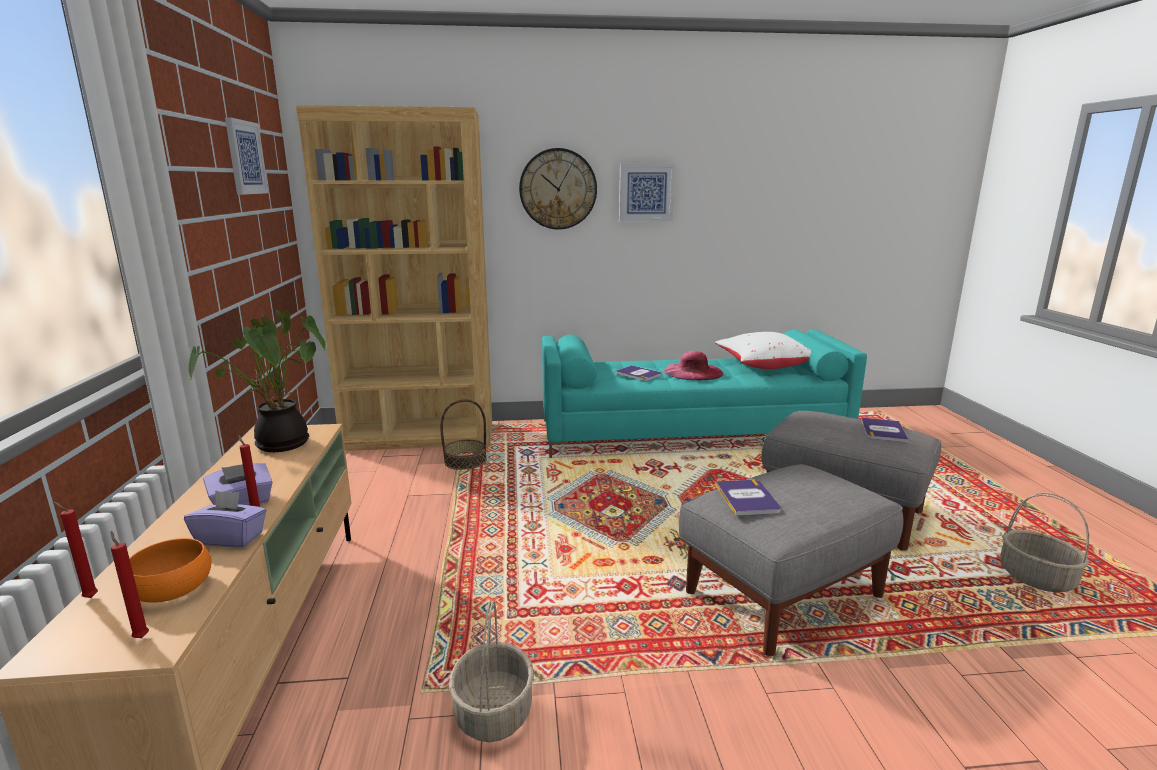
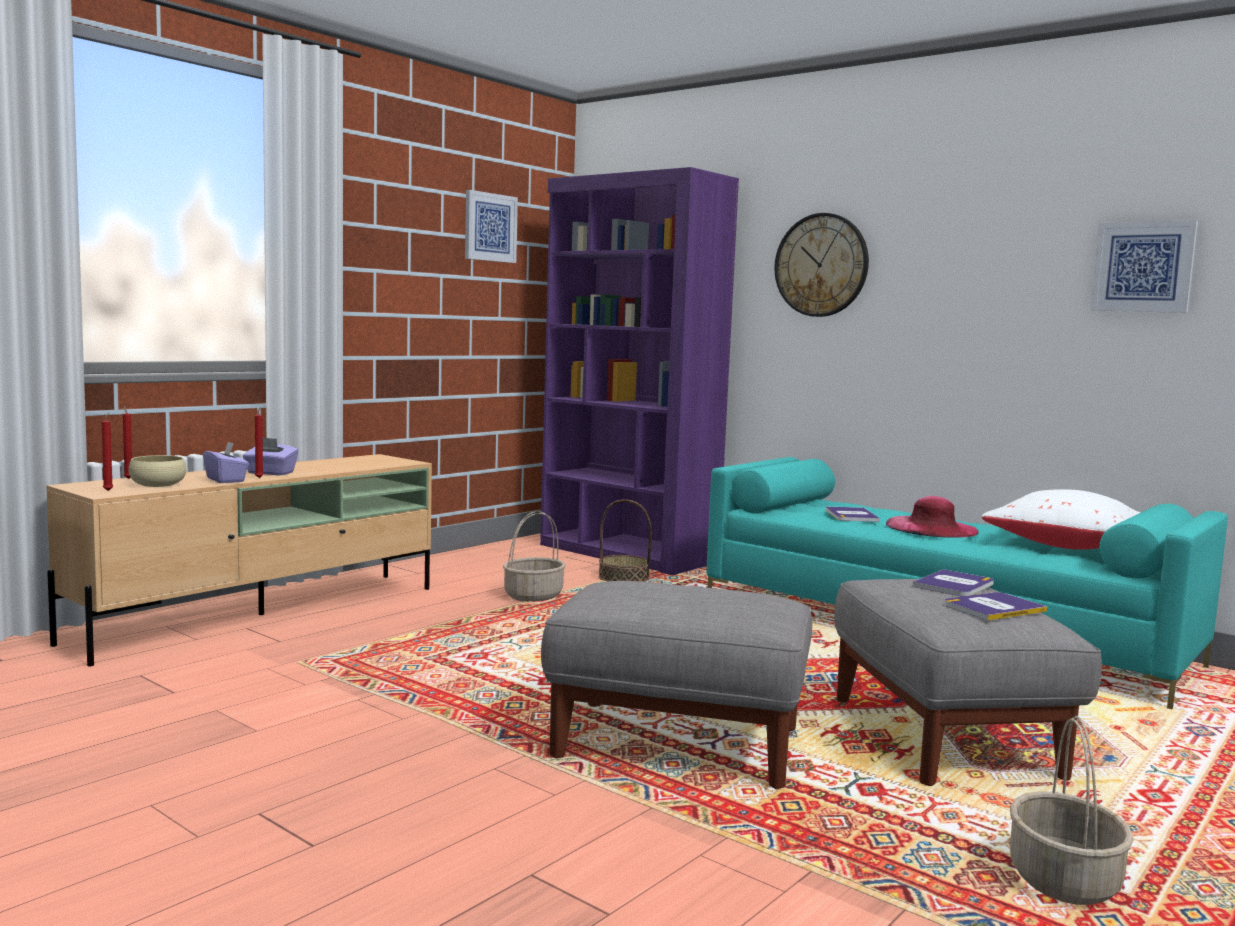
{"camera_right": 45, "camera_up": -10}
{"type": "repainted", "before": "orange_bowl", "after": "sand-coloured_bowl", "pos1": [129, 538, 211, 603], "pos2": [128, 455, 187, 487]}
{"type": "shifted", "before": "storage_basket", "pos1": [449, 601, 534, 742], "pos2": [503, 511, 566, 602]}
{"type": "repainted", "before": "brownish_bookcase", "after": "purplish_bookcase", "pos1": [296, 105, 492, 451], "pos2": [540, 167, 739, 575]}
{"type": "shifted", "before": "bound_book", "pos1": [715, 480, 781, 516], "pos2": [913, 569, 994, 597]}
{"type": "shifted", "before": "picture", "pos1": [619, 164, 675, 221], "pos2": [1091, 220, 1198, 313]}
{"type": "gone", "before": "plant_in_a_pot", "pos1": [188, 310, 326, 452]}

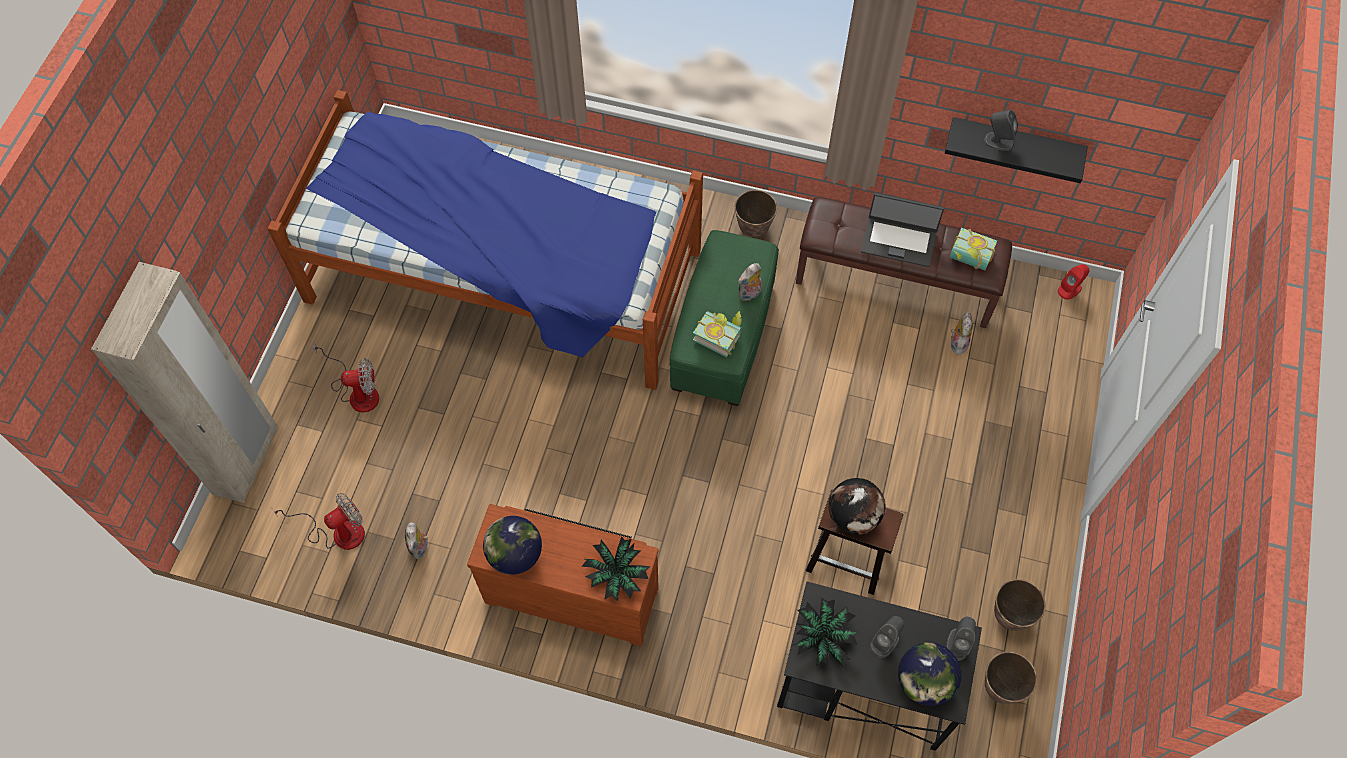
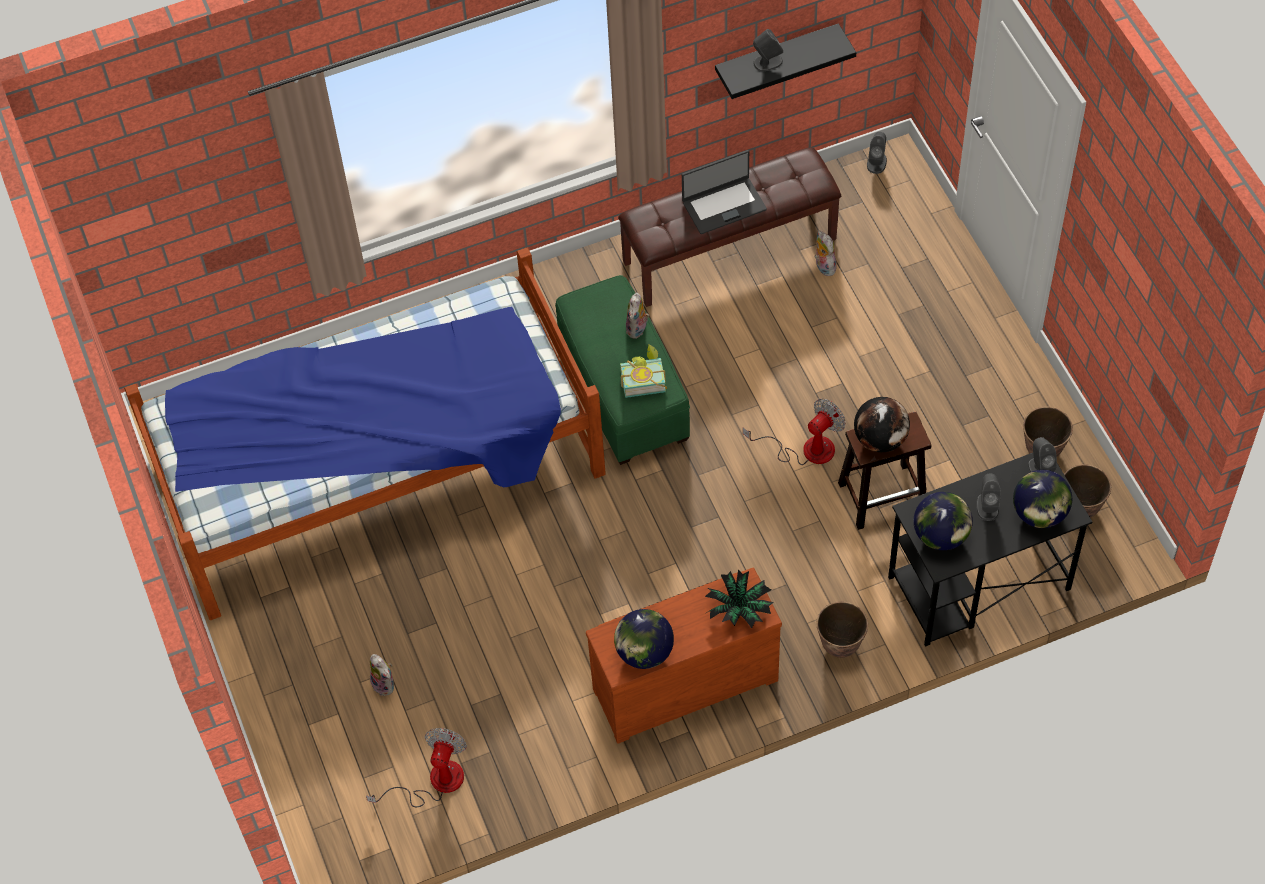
{"camera_right": -35, "camera_up": -5}
{"type": "shifted", "before": "plush_toy", "pos1": [405, 522, 428, 559], "pos2": [370, 654, 394, 696]}
{"type": "shifted", "before": "electric_fan", "pos1": [313, 342, 379, 413], "pos2": [743, 399, 846, 465]}
{"type": "shifted", "before": "plant_pot", "pos1": [735, 190, 777, 237], "pos2": [817, 601, 868, 658]}
{"type": "repainted", "before": "red-coloured_audio_speaker", "after": "grey_audio_speaker", "pos1": [1058, 264, 1089, 300], "pos2": [867, 132, 887, 174]}
{"type": "swapped", "before": "plant_in_a_pot", "after": "world_globe", "pos1": [792, 598, 860, 667], "pos2": [913, 492, 973, 550]}
{"type": "gone", "before": "sand-coloured_clothes_cupboard", "pos1": [91, 262, 278, 503]}
{"type": "gone", "before": "bound_book", "pos1": [949, 228, 997, 271]}

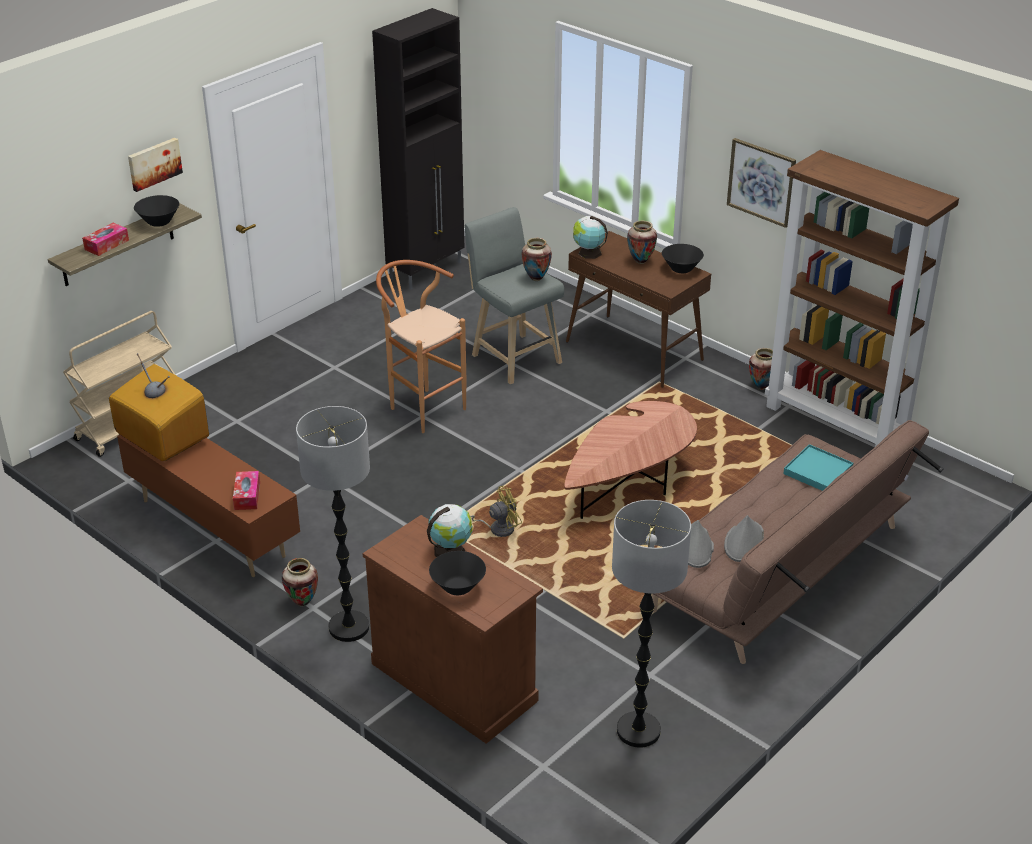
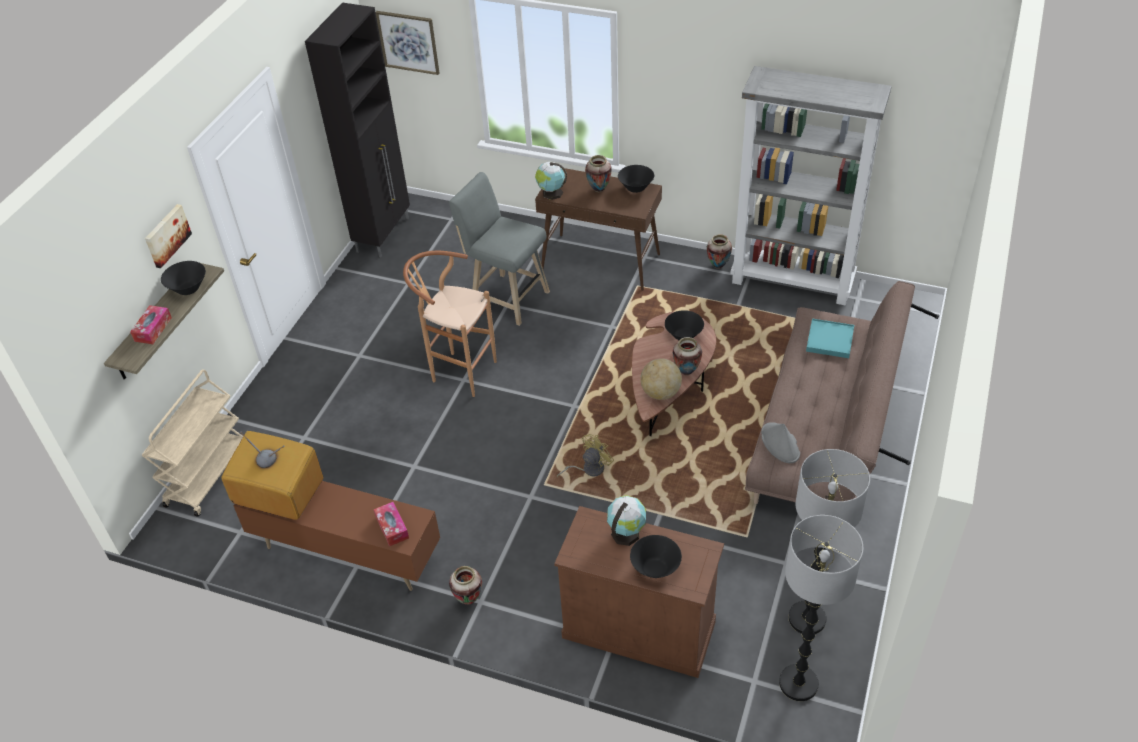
{"camera_right": -20, "camera_up": 10}
{"type": "shifted", "before": "picture", "pos1": [727, 138, 796, 228], "pos2": [376, 11, 439, 75]}
{"type": "new", "after": "world_globe", "pos2": [640, 358, 682, 400]}
{"type": "new", "after": "black-coloured_bowl", "pos2": [665, 310, 704, 340]}
{"type": "shifted", "before": "decorative_vase", "pos1": [521, 238, 552, 281], "pos2": [673, 337, 702, 375]}
{"type": "repainted", "before": "brownish_bookcase", "after": "grey_bookcase", "pos1": [765, 150, 959, 447], "pos2": [730, 66, 892, 305]}
{"type": "shifted", "before": "floor_lamp", "pos1": [296, 406, 370, 642], "pos2": [779, 515, 864, 701]}
{"type": "gone", "before": "grey_hat", "pos1": [724, 515, 764, 562]}

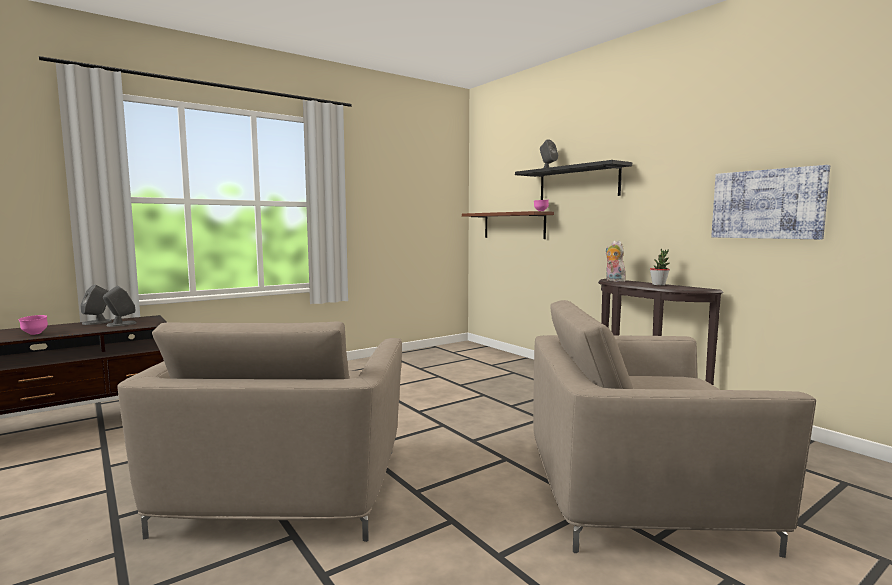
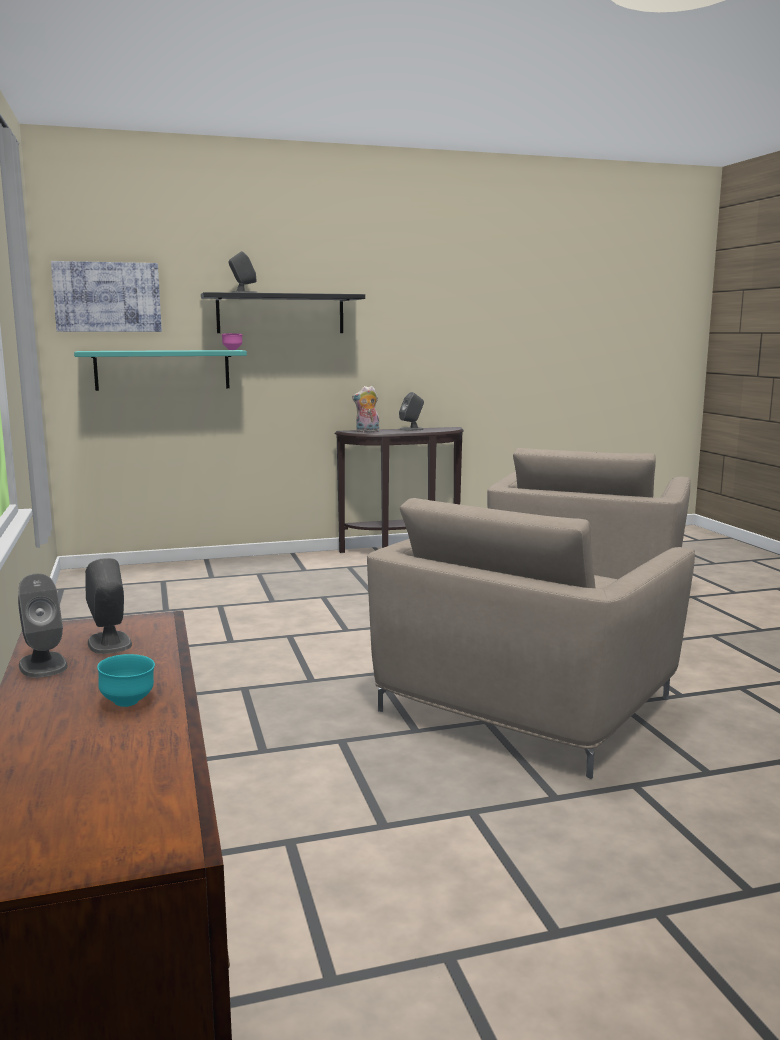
{"camera_right": -70, "camera_up": 5}
{"type": "shifted", "before": "picture", "pos1": [711, 165, 830, 239], "pos2": [51, 261, 162, 332]}
{"type": "repainted", "before": "brownish_shelf", "after": "turquoise-coloured_shelf", "pos1": [462, 211, 554, 239], "pos2": [74, 350, 247, 391]}
{"type": "repainted", "before": "pinkish_bowl", "after": "turquoise-coloured_bowl", "pos1": [19, 315, 48, 335], "pos2": [97, 654, 155, 707]}
{"type": "rotated", "before": "sand-coloured_armchair", "pos1": [117, 322, 402, 542], "pos2": [367, 498, 695, 779], "turn": 105}
{"type": "swapped", "before": "plant_in_a_pot", "after": "grey_audio_speaker", "pos1": [650, 249, 670, 285], "pos2": [399, 392, 424, 431]}

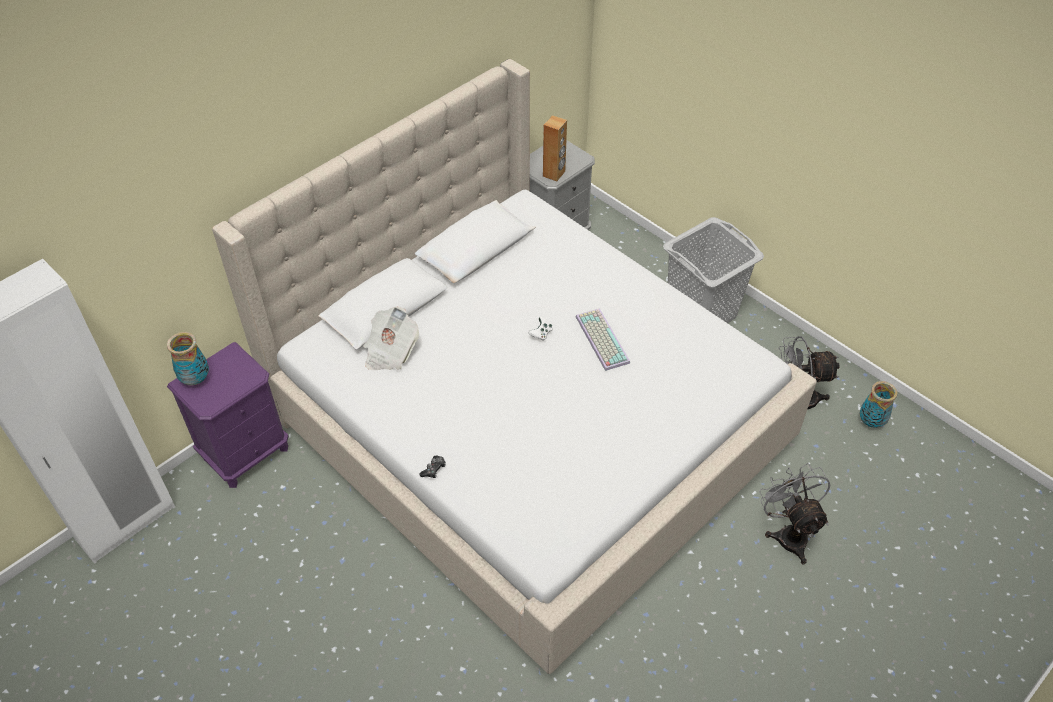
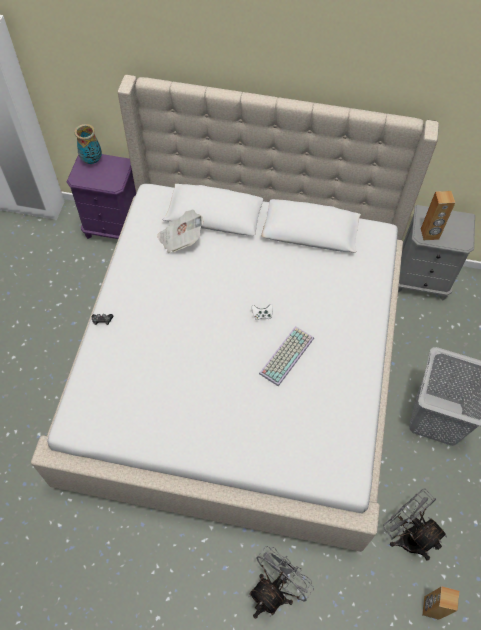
{"camera_right": 55, "camera_up": 10}
{"type": "swapped", "before": "decorative_vase", "after": "brownish_audio_speaker", "pos1": [860, 381, 898, 428], "pos2": [422, 586, 459, 620]}

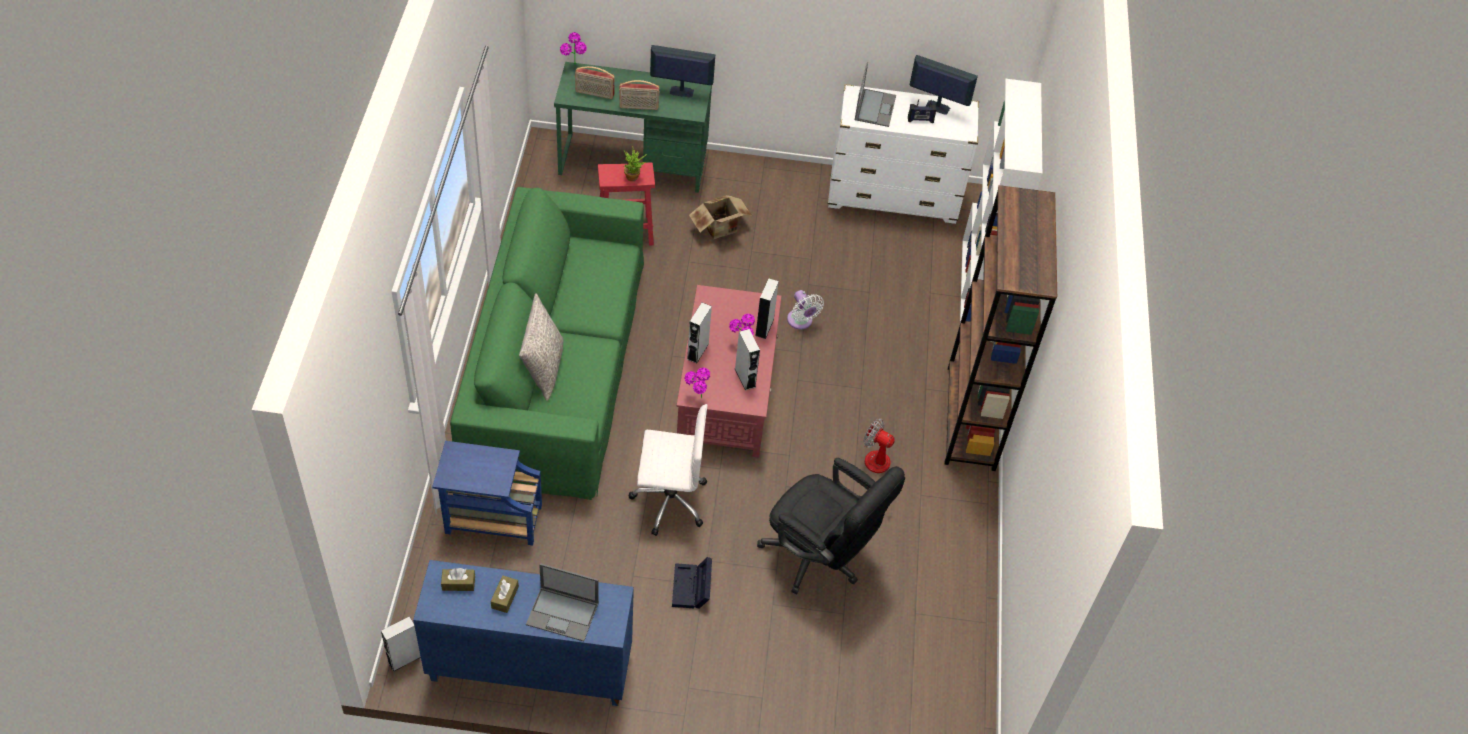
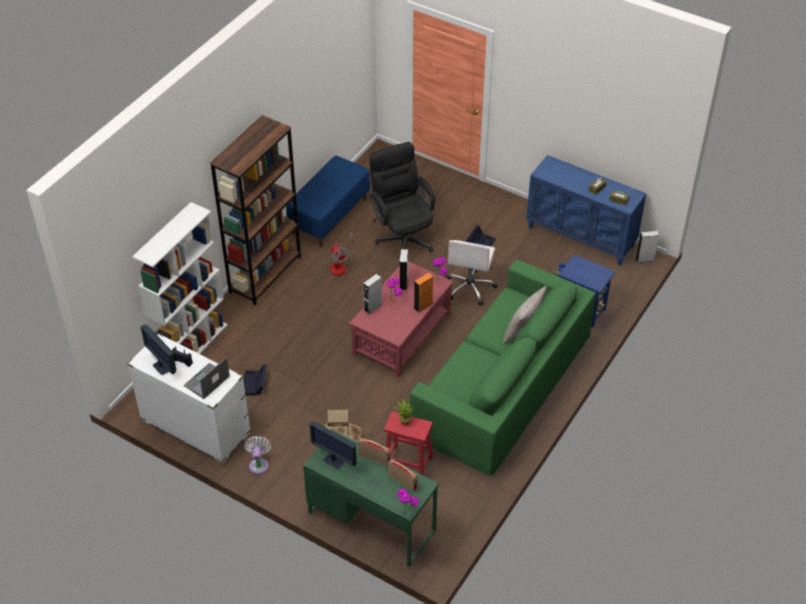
{"camera_right": -150, "camera_up": -5}
{"type": "new", "after": "black-coloured_storage_box", "pos2": [243, 364, 267, 396]}
{"type": "shifted", "before": "whitish_electric_fan", "pos1": [787, 290, 824, 329], "pos2": [244, 436, 271, 474]}
{"type": "new", "after": "bluish_long_seat", "pos2": [286, 156, 370, 247]}
{"type": "repainted", "before": "grey_audio_speaker", "after": "orange_audio_speaker", "pos1": [687, 302, 712, 363], "pos2": [414, 273, 433, 313]}
{"type": "rotated", "before": "whitish_office_chair", "pos1": [629, 404, 707, 536], "pos2": [445, 240, 497, 305], "turn": -105}
{"type": "gone", "before": "notebook_computer", "pos1": [526, 563, 599, 641]}

